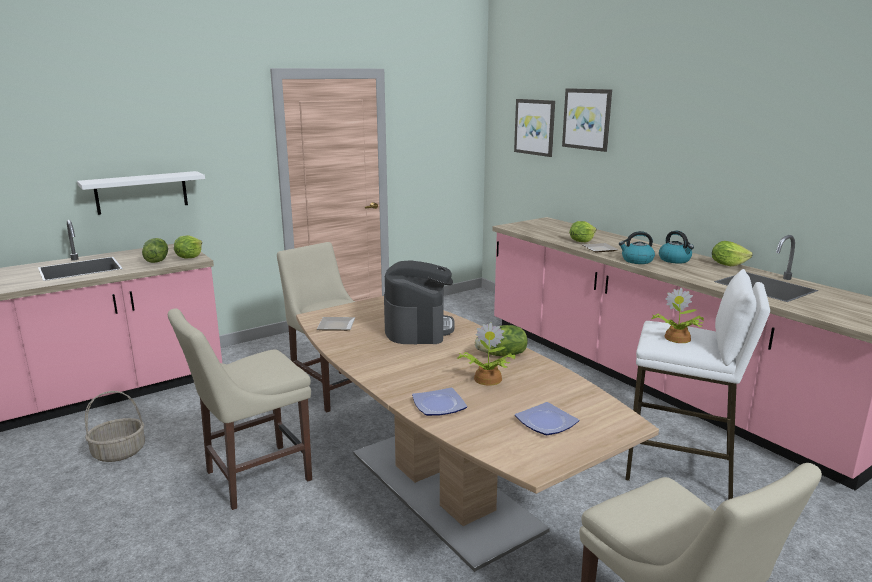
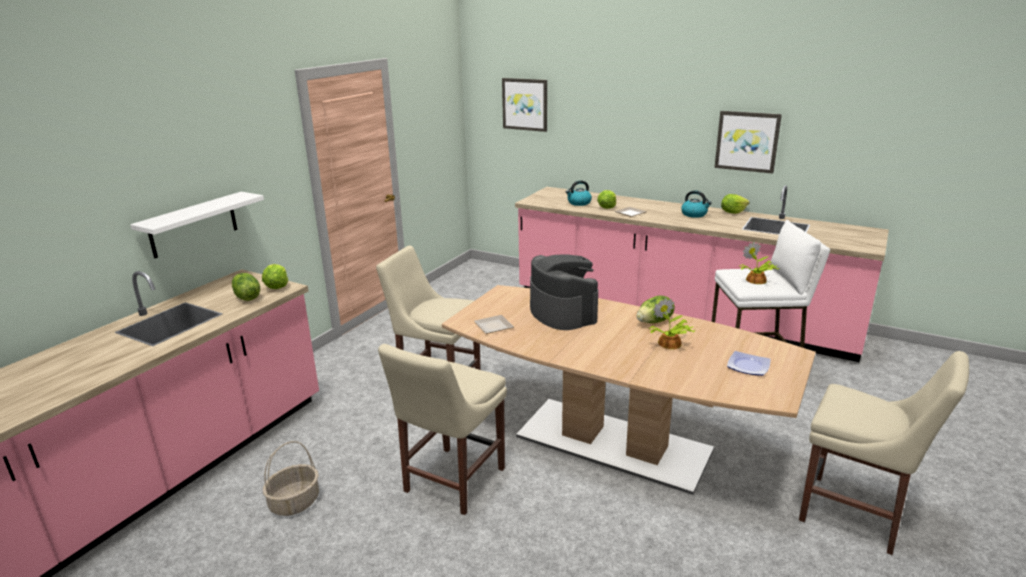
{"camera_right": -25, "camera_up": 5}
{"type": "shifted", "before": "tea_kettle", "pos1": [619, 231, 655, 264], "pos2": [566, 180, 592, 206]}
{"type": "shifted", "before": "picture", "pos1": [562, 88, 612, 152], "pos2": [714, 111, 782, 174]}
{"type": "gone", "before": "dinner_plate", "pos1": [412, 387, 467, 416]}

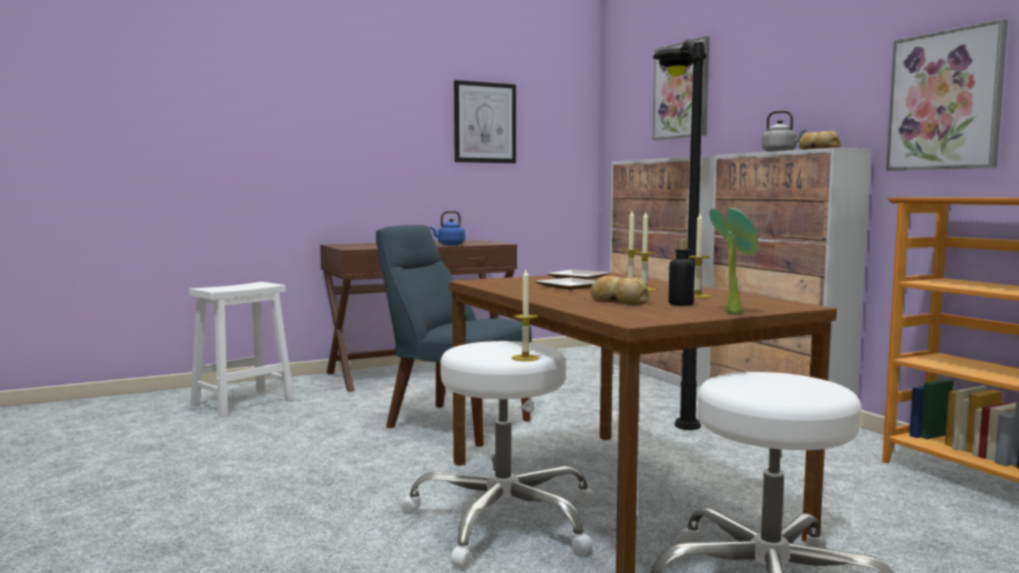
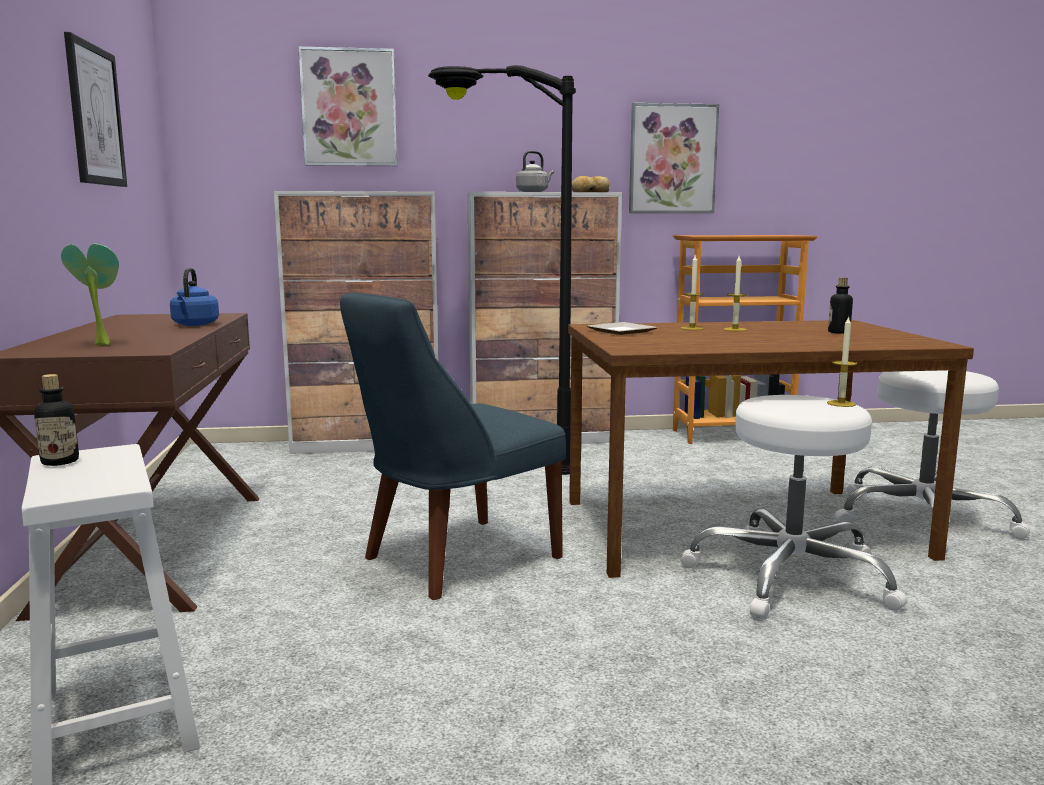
{"camera_right": -70, "camera_up": 5}
{"type": "new", "after": "beverage_bottle", "pos2": [34, 374, 79, 466]}
{"type": "shifted", "before": "plant_in_a_pot", "pos1": [709, 208, 759, 313], "pos2": [61, 244, 119, 345]}
{"type": "gone", "before": "dinner_plate", "pos1": [535, 278, 596, 290]}
{"type": "gone", "before": "bakery_bread", "pos1": [591, 276, 651, 305]}
{"type": "gone", "before": "wax_light", "pos1": [689, 213, 711, 298]}

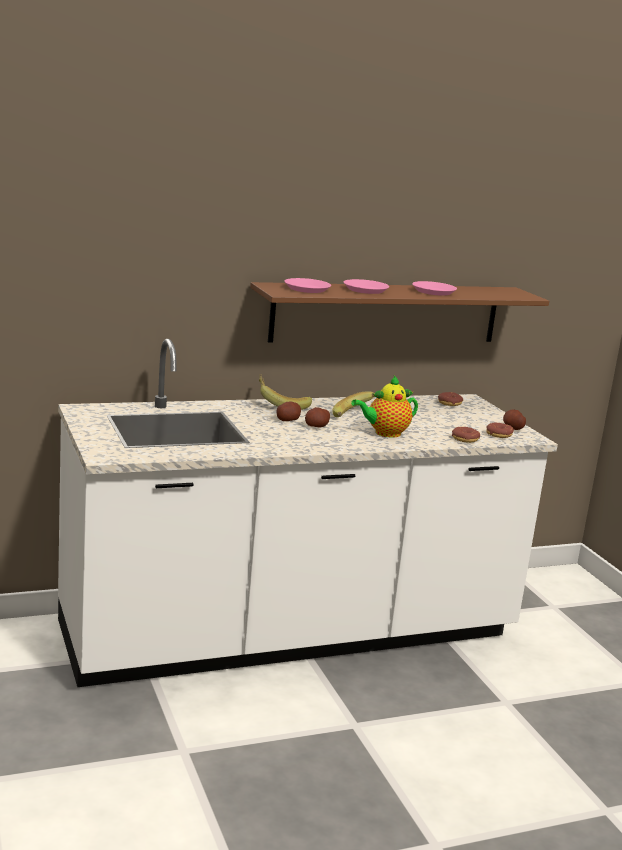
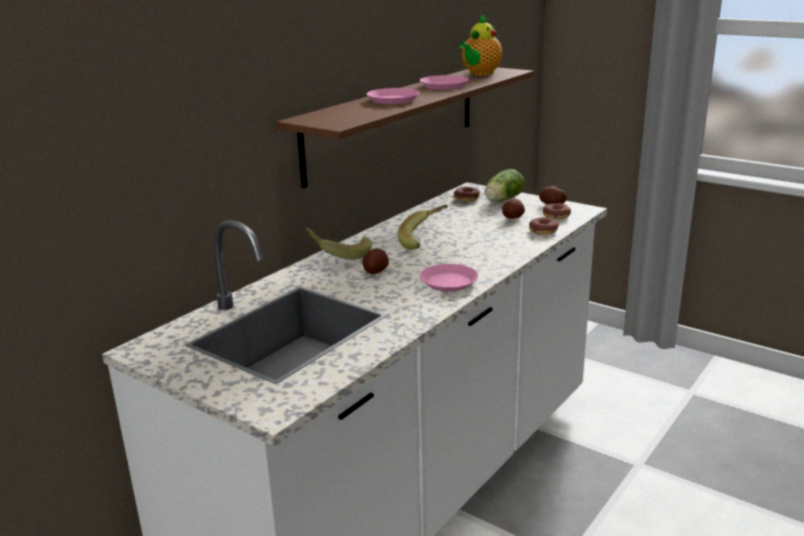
{"camera_right": -30, "camera_up": 5}
{"type": "shifted", "before": "pinkish_dinner_plate", "pos1": [284, 278, 331, 293], "pos2": [420, 264, 478, 292]}
{"type": "shifted", "before": "tea_pot", "pos1": [351, 375, 418, 437], "pos2": [459, 14, 502, 75]}
{"type": "new", "after": "head_of_lettuce", "pos2": [485, 169, 524, 202]}
{"type": "shifted", "before": "potato", "pos1": [305, 407, 330, 427], "pos2": [502, 198, 525, 219]}

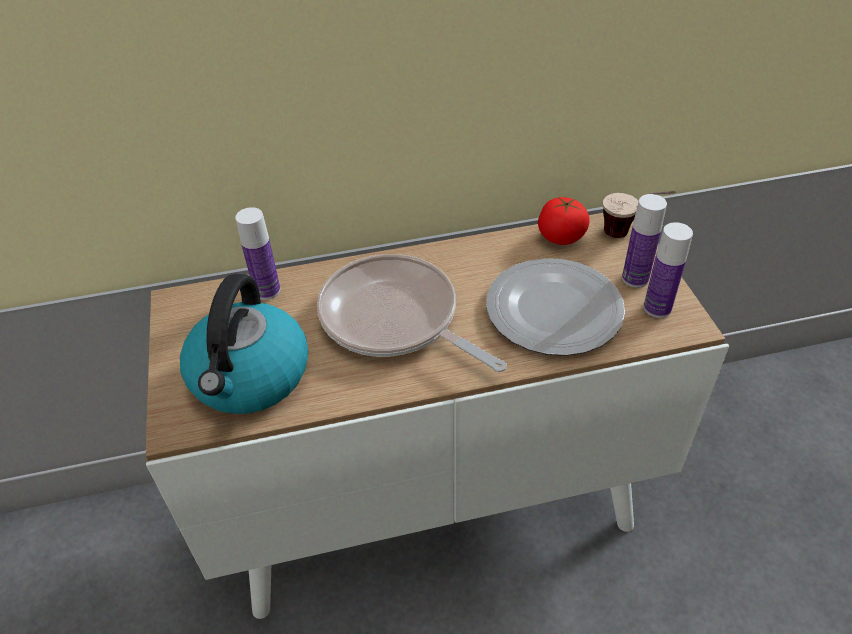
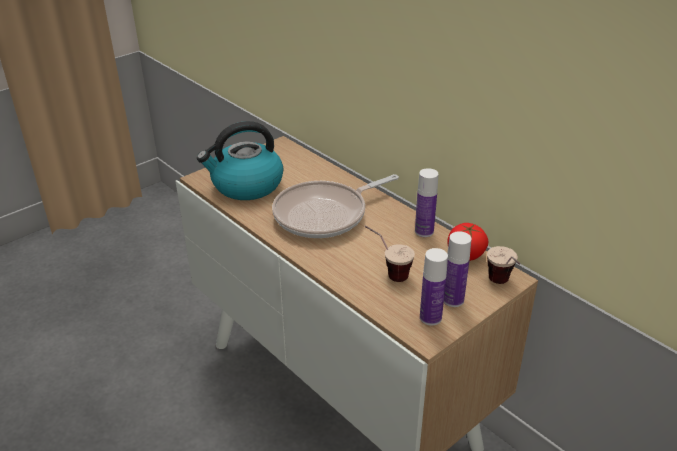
{"camera_right": 60, "camera_up": -10}
{"type": "rotated", "before": "frying_pan", "pos1": [317, 254, 507, 373], "pos2": [272, 174, 399, 238], "turn": -135}
{"type": "swapped", "before": "dinner_plate", "after": "cup", "pos1": [486, 258, 625, 356], "pos2": [364, 225, 415, 282]}
{"type": "shifted", "before": "beverage_bottle", "pos1": [235, 207, 280, 300], "pos2": [415, 168, 438, 237]}

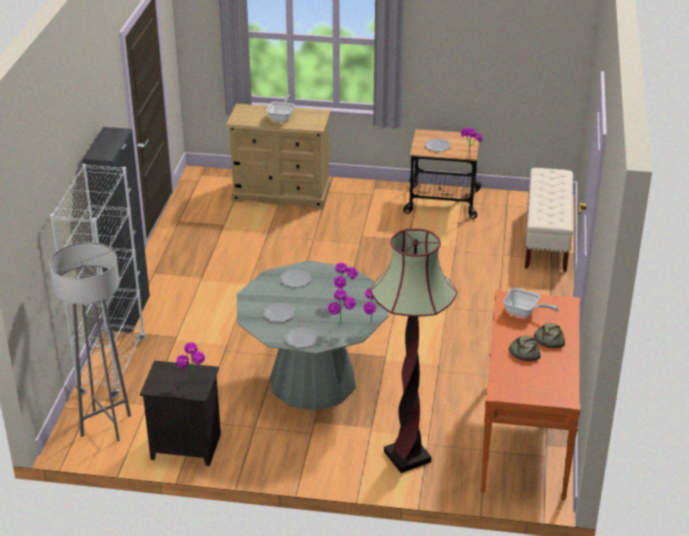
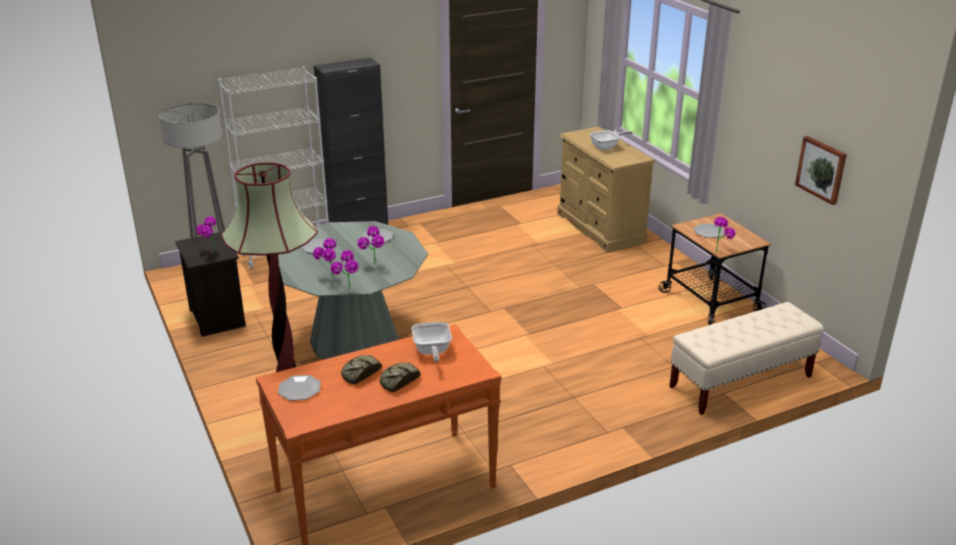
{"camera_right": 55, "camera_up": -5}
{"type": "shifted", "before": "dinner_plate", "pos1": [284, 327, 319, 348], "pos2": [278, 375, 321, 401]}
{"type": "new", "after": "picture", "pos2": [795, 136, 847, 205]}

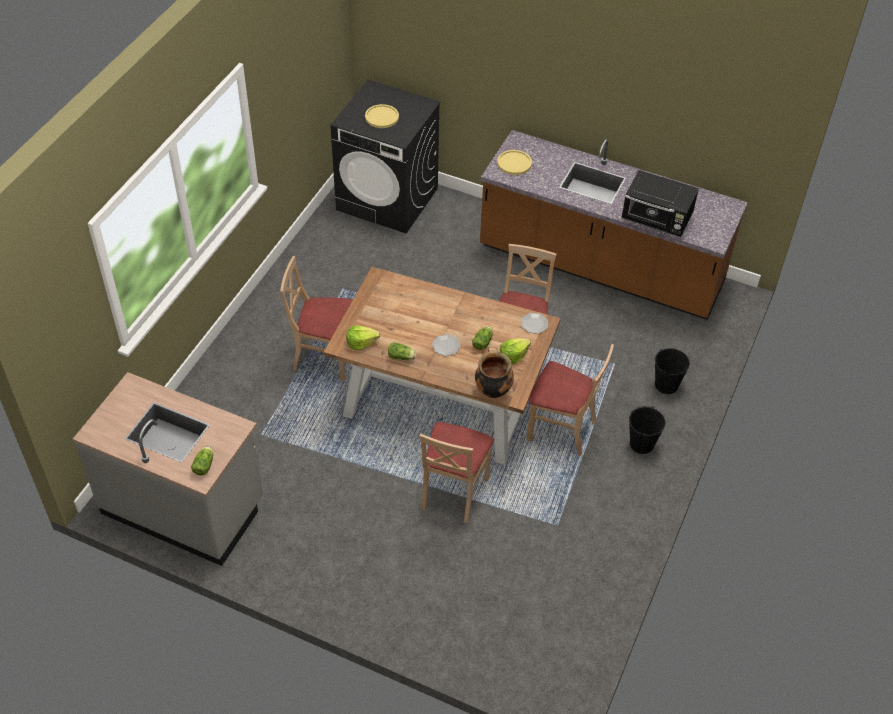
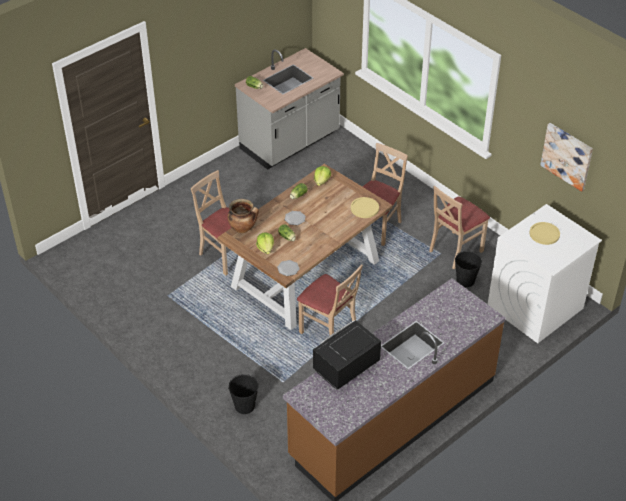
{"camera_right": 115, "camera_up": -5}
{"type": "shifted", "before": "yellow_dinner_plate", "pos1": [497, 150, 532, 175], "pos2": [351, 197, 379, 218]}
{"type": "shifted", "before": "sand-coloured_chair", "pos1": [527, 344, 614, 456], "pos2": [429, 185, 490, 269]}
{"type": "shifted", "before": "black-coloured_bucket", "pos1": [629, 406, 666, 454], "pos2": [455, 251, 482, 287]}
{"type": "repainted", "before": "black-coloured_laundry_appliance", "after": "whitish_laundry_appliance", "pos1": [331, 80, 441, 233], "pos2": [488, 204, 602, 343]}
{"type": "new", "after": "picture", "pos2": [540, 123, 593, 192]}

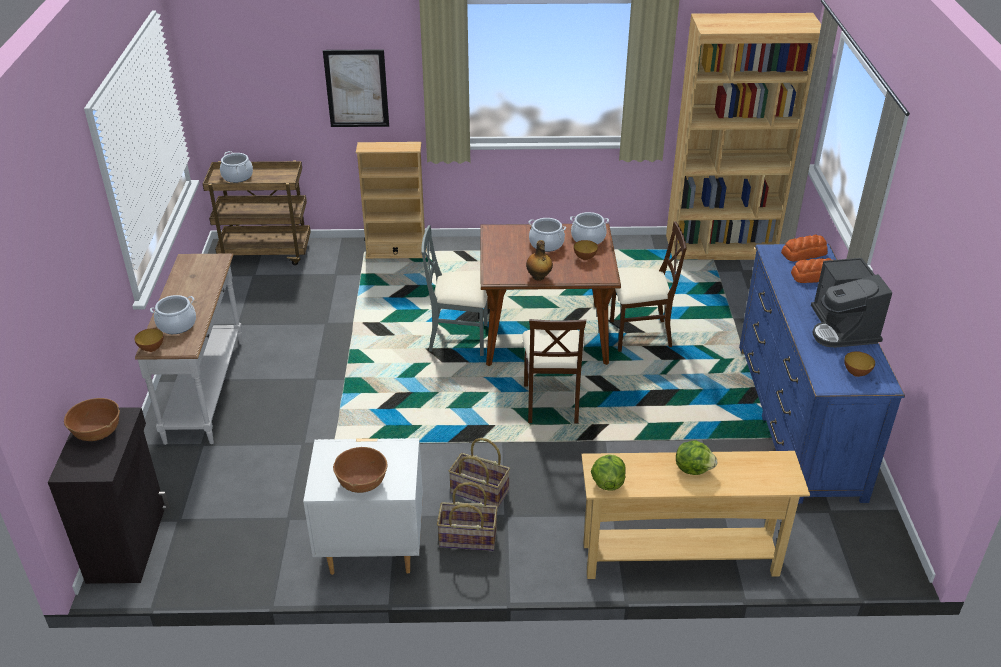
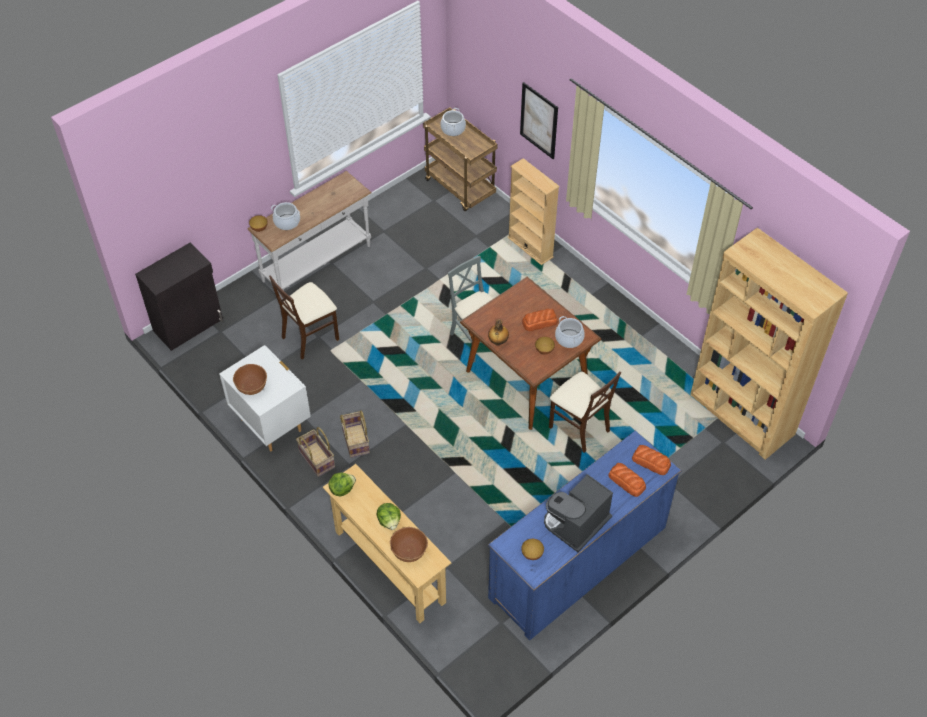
{"camera_right": 50, "camera_up": 15}
{"type": "shifted", "before": "sand-coloured_chair", "pos1": [522, 319, 586, 424], "pos2": [269, 275, 339, 359]}
{"type": "shifted", "before": "brownish_bowl", "pos1": [64, 398, 120, 441], "pos2": [390, 527, 428, 562]}
{"type": "swapped", "before": "stockpot", "after": "bakery_bread", "pos1": [528, 218, 566, 252], "pos2": [522, 309, 557, 331]}

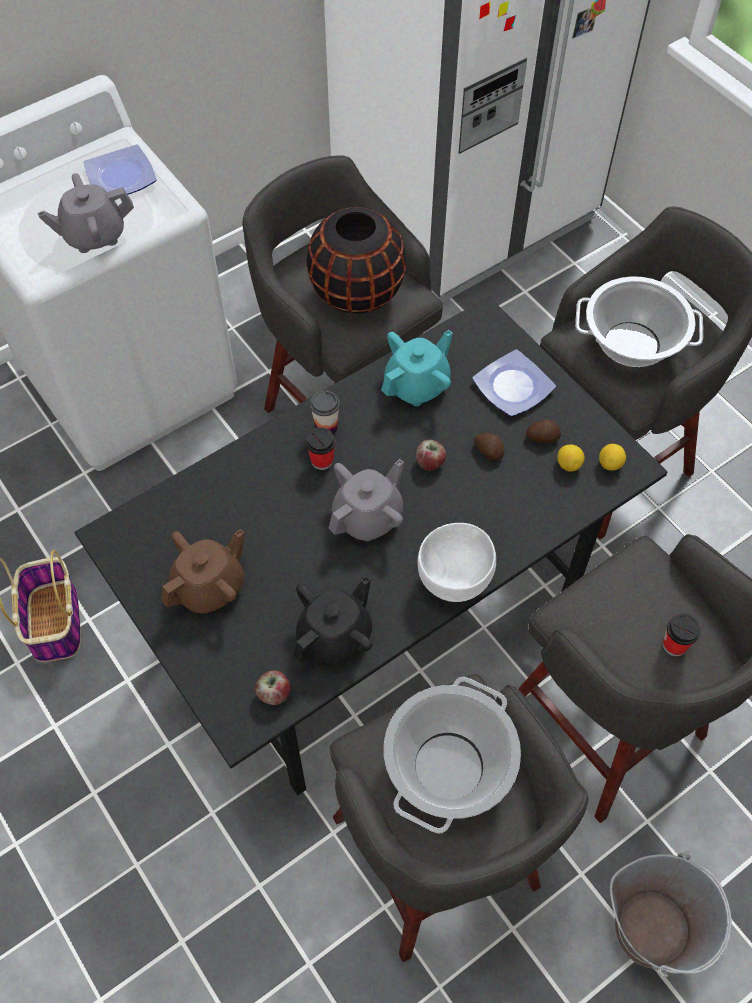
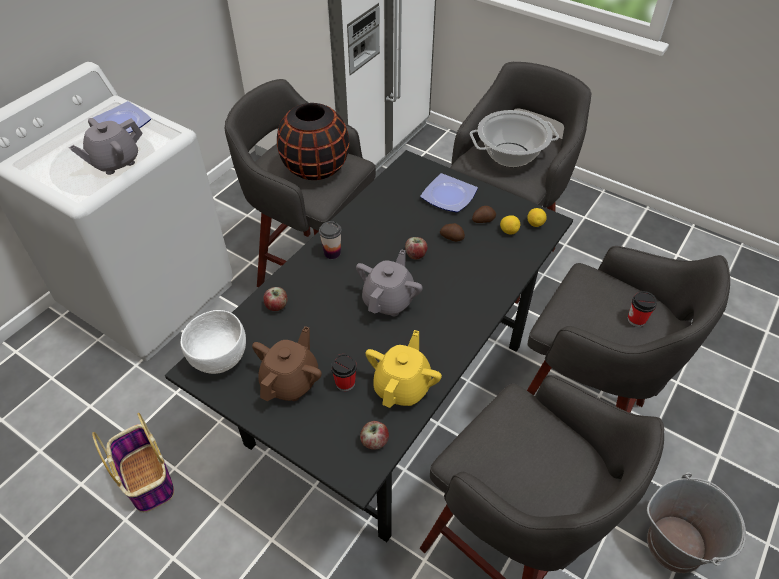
{"camera_right": -20, "camera_up": -10}
{"type": "shifted", "before": "whitish_bowl", "pos1": [418, 523, 496, 602], "pos2": [181, 310, 246, 374]}
{"type": "new", "after": "whole_apple", "pos2": [263, 287, 288, 311]}
{"type": "shifted", "before": "cup", "pos1": [306, 427, 336, 470], "pos2": [331, 354, 357, 391]}
{"type": "repainted", "before": "black-coloured_tea_pot", "after": "yellow_tea_pot", "pos1": [293, 576, 372, 666], "pos2": [365, 330, 442, 408]}
{"type": "gone", "before": "turquoise-coloured_tea_pot", "pos1": [381, 330, 453, 406]}
{"type": "gone", "before": "stockpot", "pos1": [384, 677, 521, 834]}

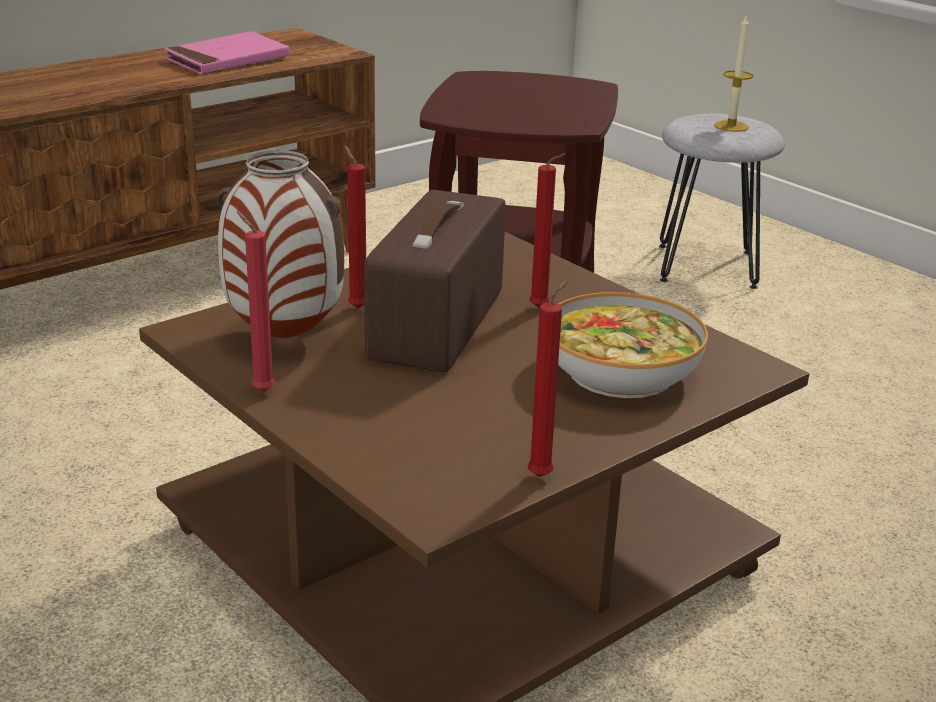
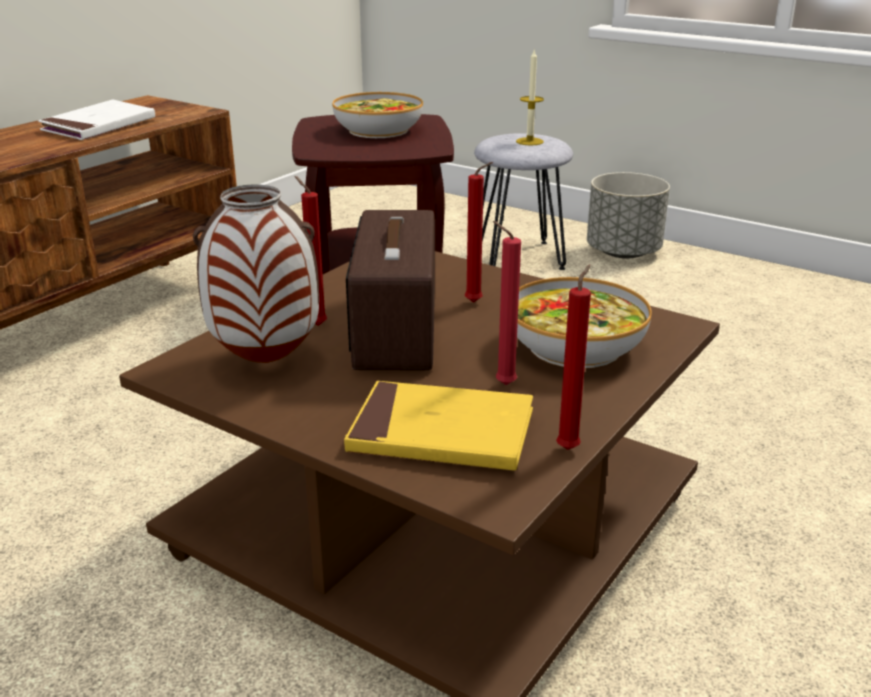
{"camera_right": -15, "camera_up": 0}
{"type": "repainted", "before": "pinkish_bound_book", "after": "whitish_bound_book", "pos1": [165, 31, 290, 75], "pos2": [38, 100, 155, 140]}
{"type": "new", "after": "bowl", "pos2": [332, 92, 423, 138]}
{"type": "new", "after": "yellow_bound_book", "pos2": [344, 381, 533, 470]}
{"type": "shifted", "before": "red-coloured_wax_light", "pos1": [236, 211, 275, 392], "pos2": [493, 221, 521, 385]}
{"type": "new", "after": "grey_plant_pot", "pos2": [587, 172, 670, 259]}

